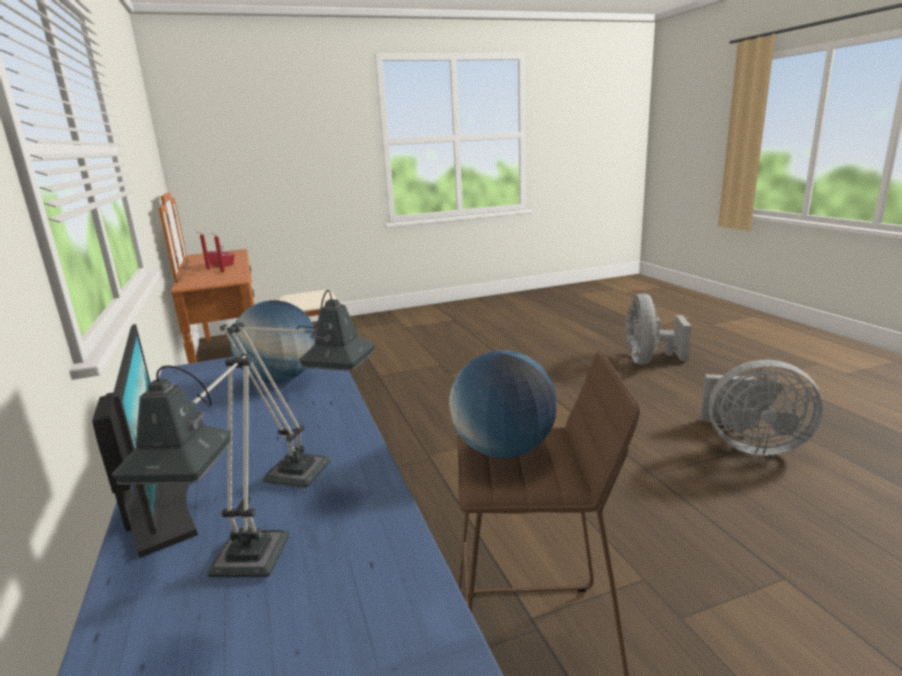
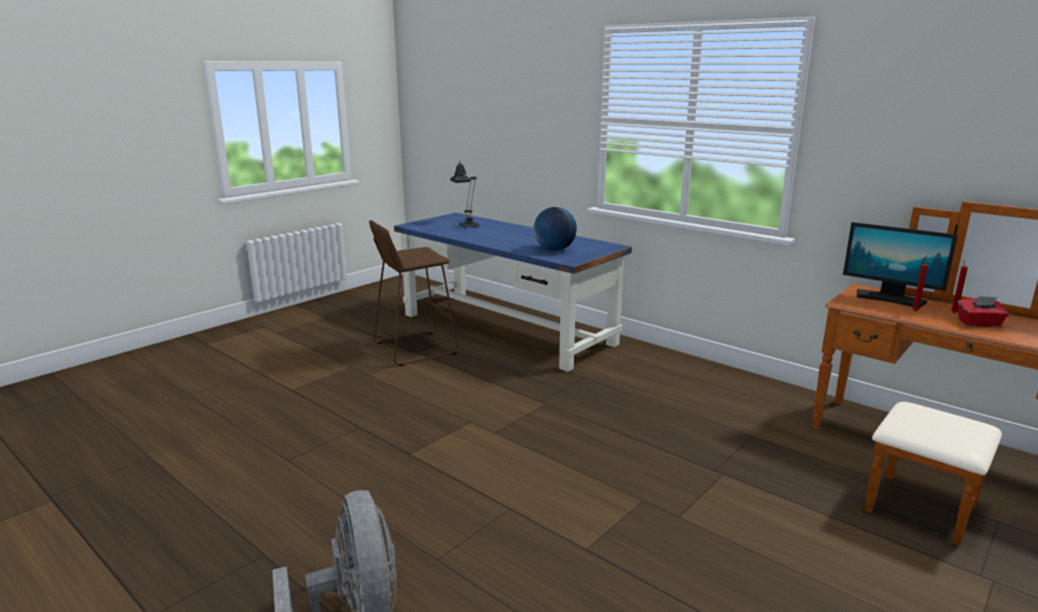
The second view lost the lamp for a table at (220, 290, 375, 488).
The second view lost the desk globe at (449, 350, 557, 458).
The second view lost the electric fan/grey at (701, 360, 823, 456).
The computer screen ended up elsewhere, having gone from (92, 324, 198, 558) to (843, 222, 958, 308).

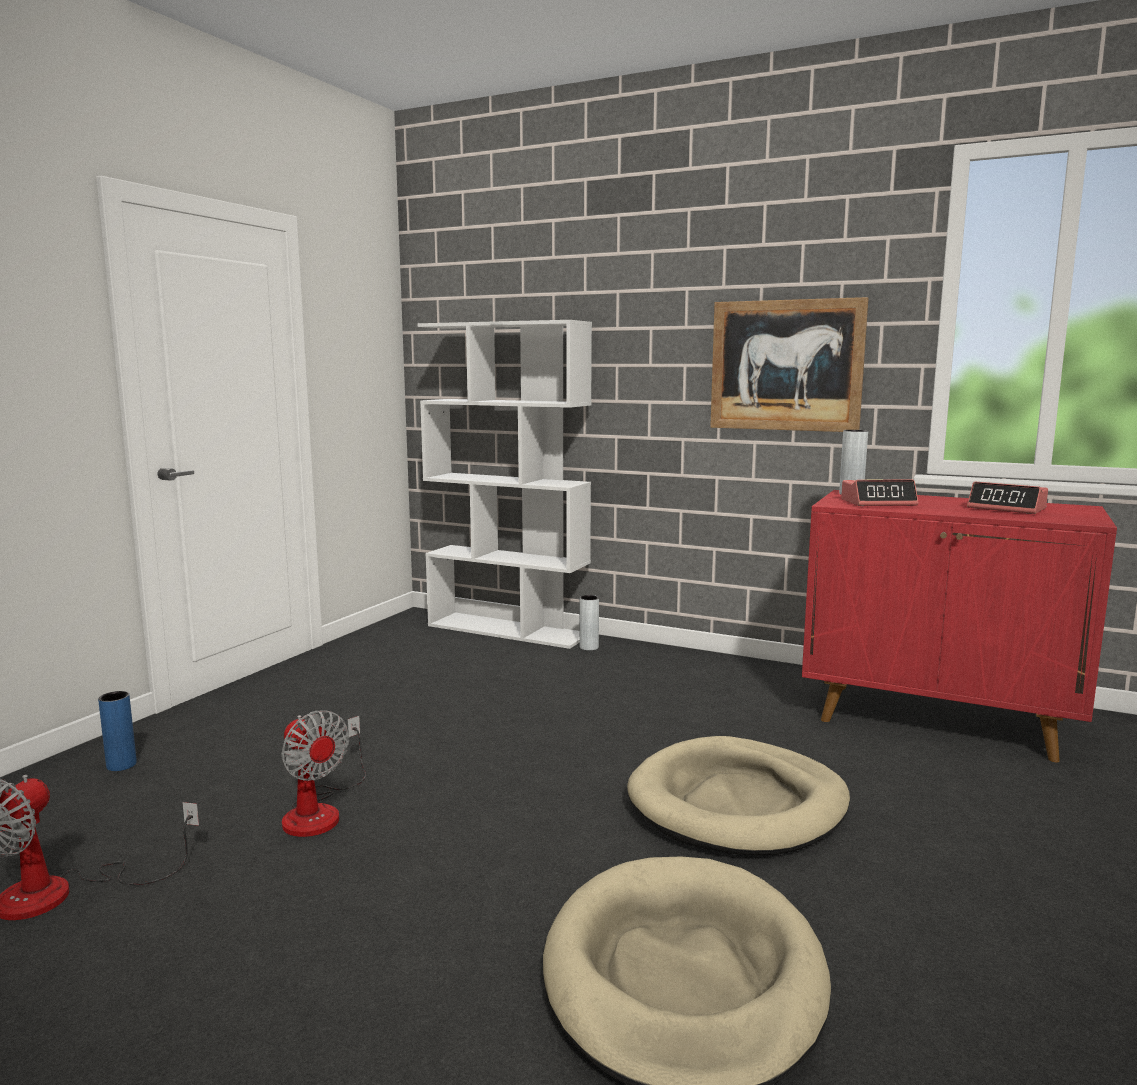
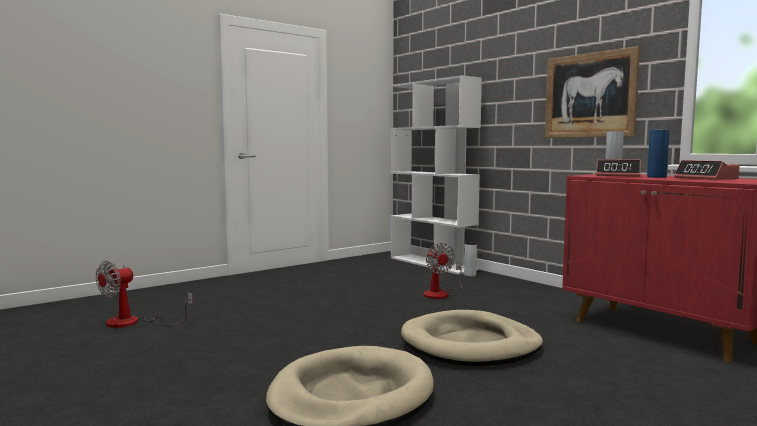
The flower vase/blue ended up elsewhere, having gone from (98, 691, 137, 771) to (647, 129, 670, 178).
The electric fan ended up elsewhere, having gone from (281, 710, 366, 837) to (424, 243, 462, 299).

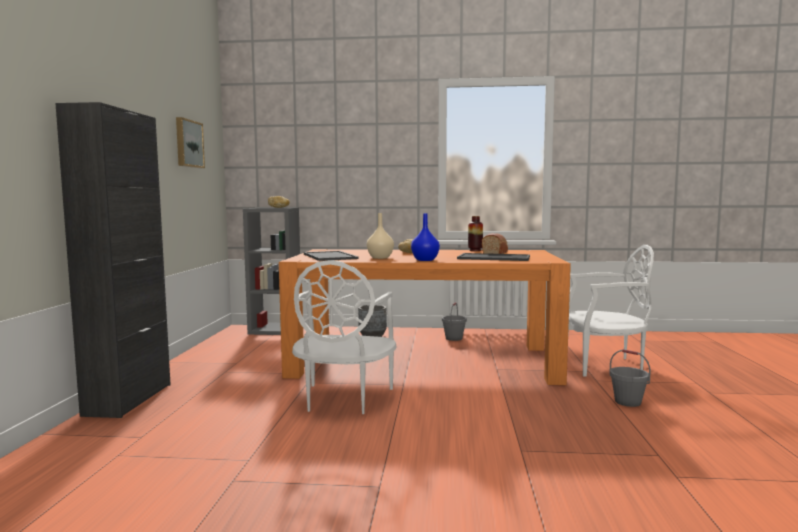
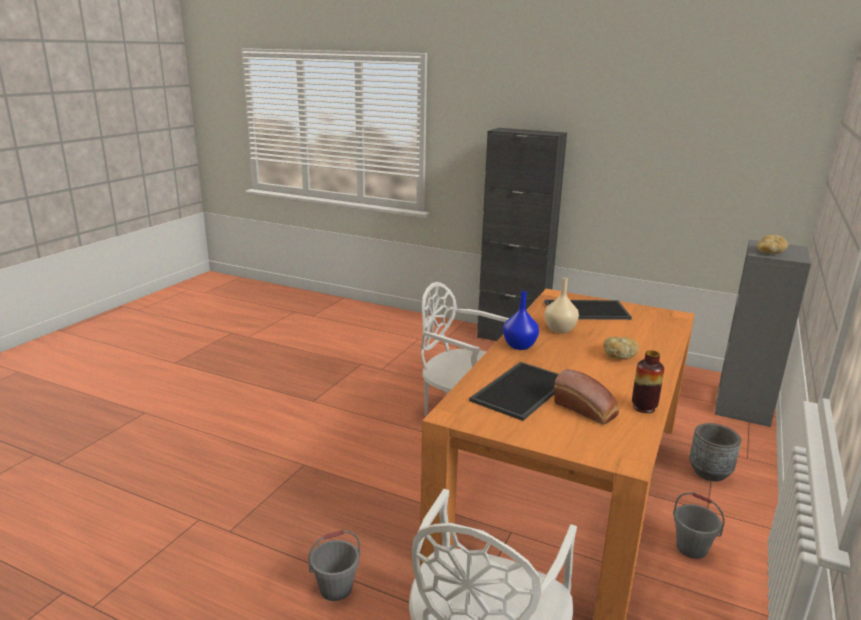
The second view lost the wall picture at (176, 117, 205, 168).

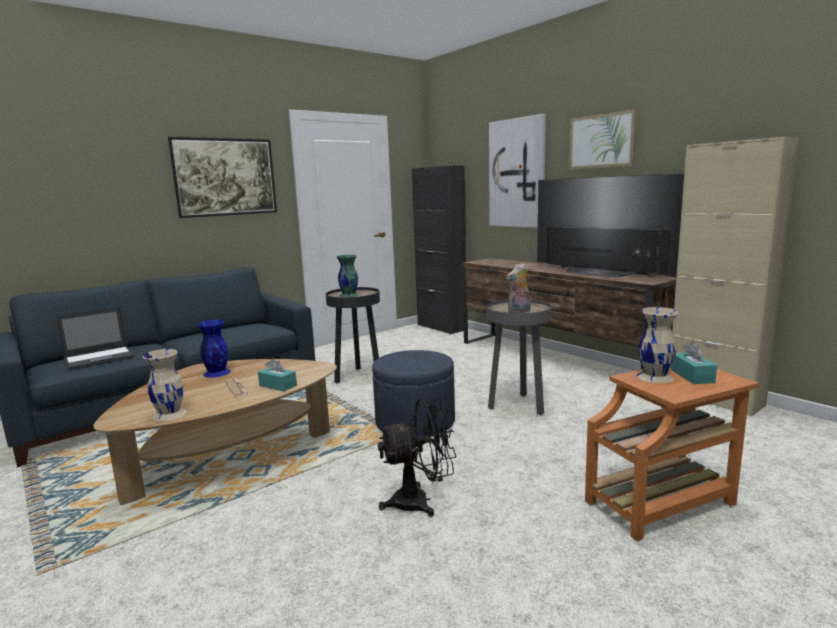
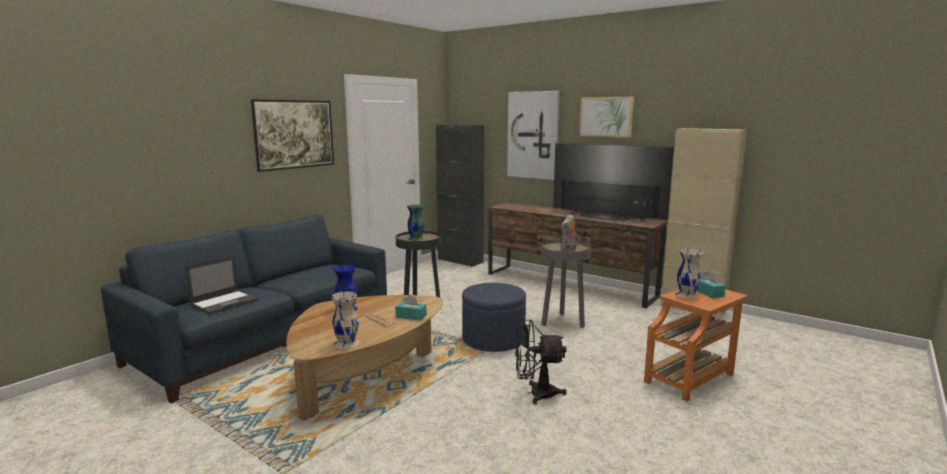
The electric fan/blackish at (378, 397, 456, 517) ended up facing another way, 150 degrees counterclockwise from before.

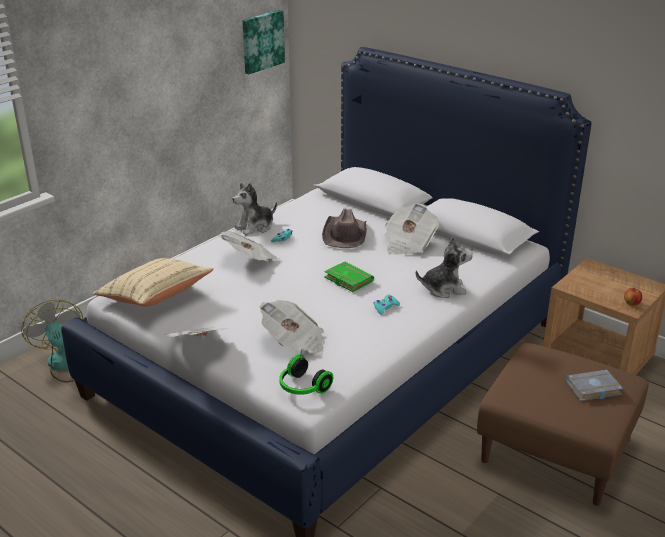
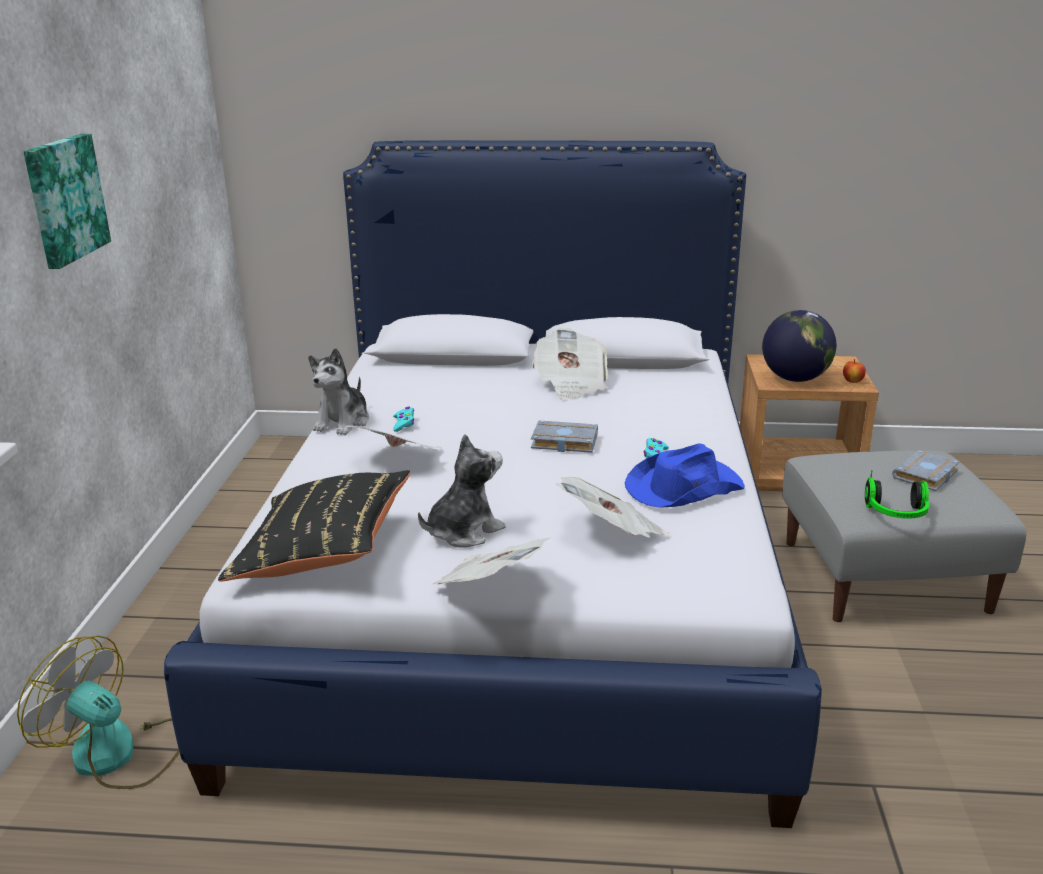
The second view lost the hat/brown-coloured at (322, 209, 367, 248).
The second view gained the hat/blue at (624, 444, 745, 508).
The second view gained the desk globe at (762, 310, 836, 382).
The wall picture ended up elsewhere, having gone from (242, 10, 285, 74) to (23, 134, 111, 269).
The headphones ended up elsewhere, having gone from (279, 350, 333, 395) to (865, 470, 929, 519).
The soft toy ended up elsewhere, having gone from (416, 237, 473, 298) to (418, 434, 505, 547).
What was the pillow/sand-coloured at (93, 258, 214, 306) turned into the pillow/blackish at (218, 470, 410, 581).
What was the volume/green at (324, 262, 374, 292) turned into the volume/grey at (531, 420, 598, 453).
What was the footrest/brown-coloured at (477, 343, 649, 506) turned into the footrest/grey at (782, 450, 1027, 622).

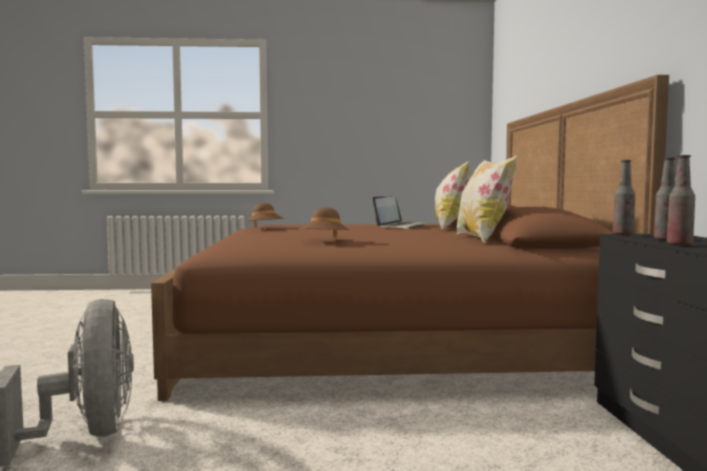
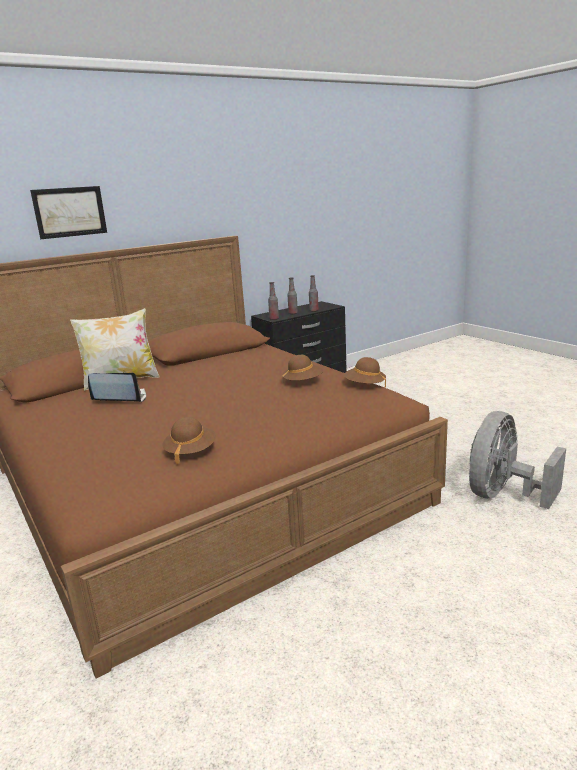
The second view lost the pillow at (457, 155, 517, 243).
The second view gained the wall picture at (30, 186, 107, 239).
The second view gained the hat/brown-coloured at (344, 357, 386, 388).

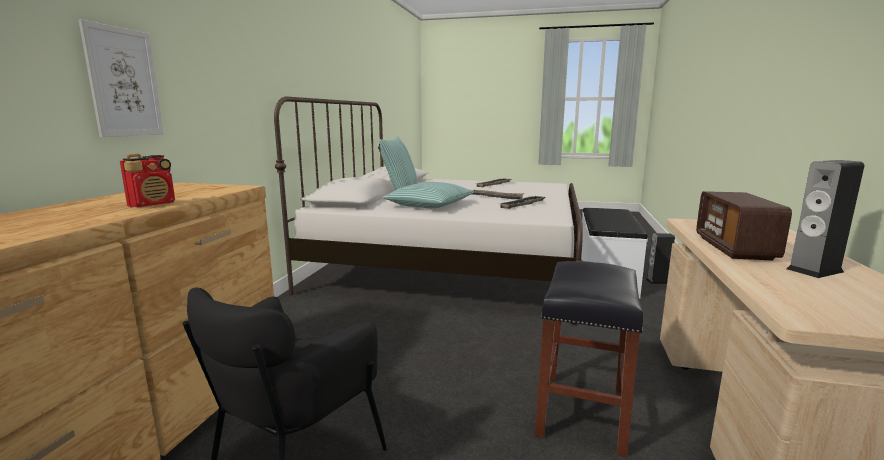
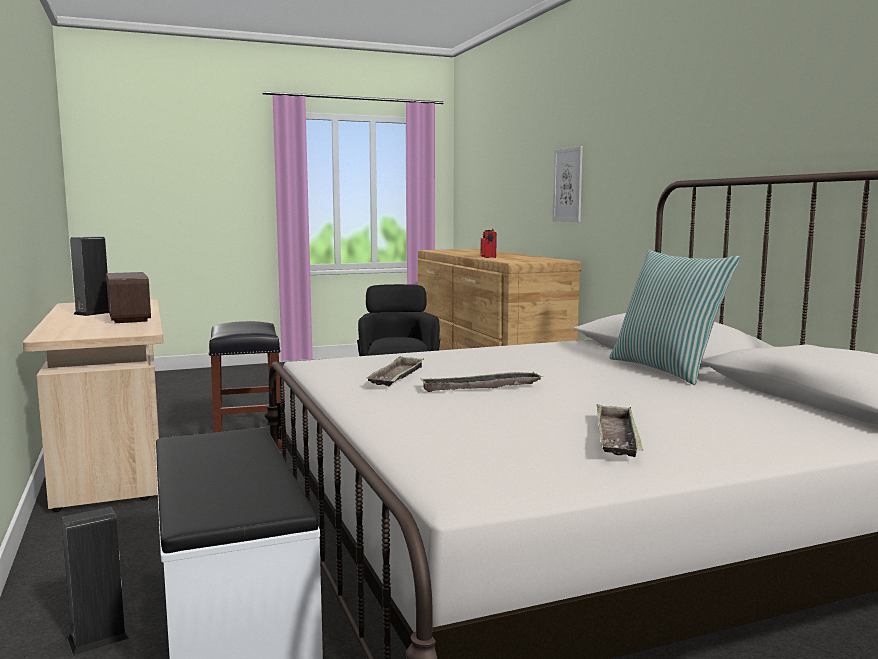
The second view lost the pillow at (382, 182, 474, 209).

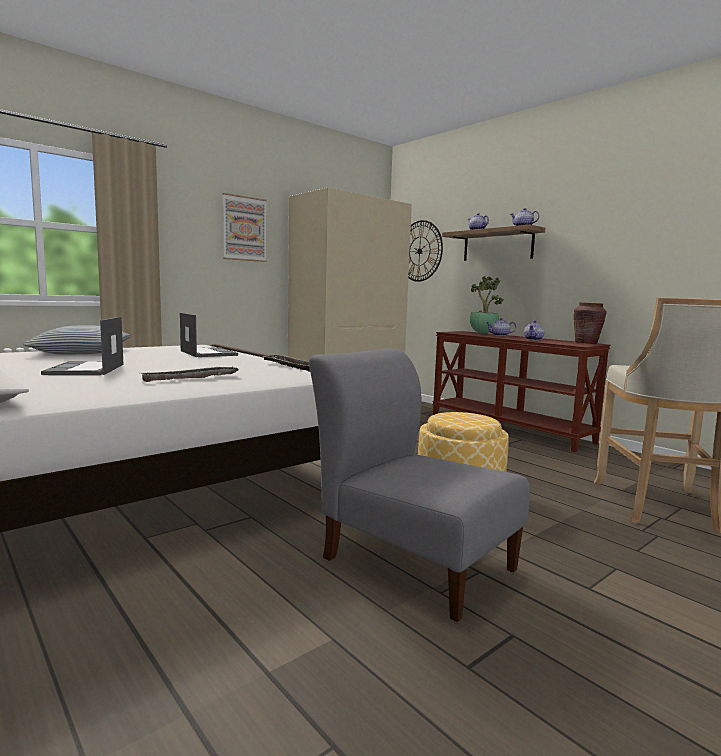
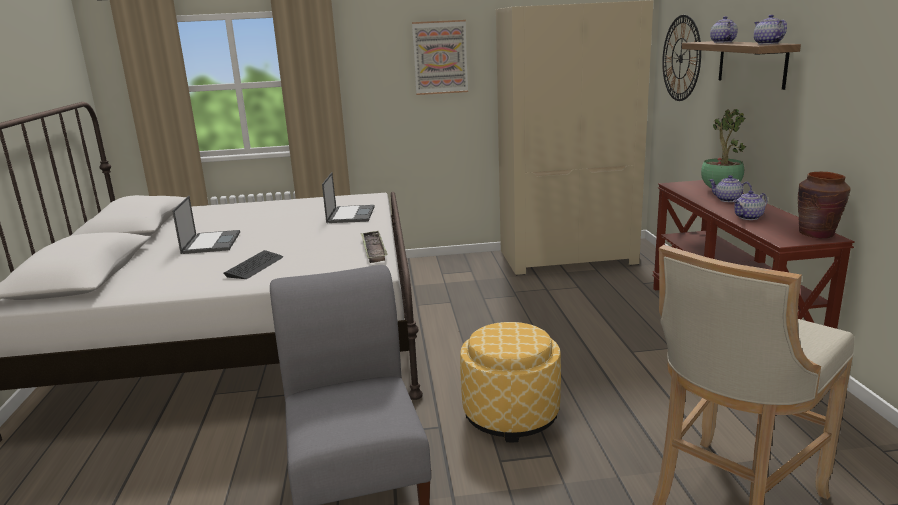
The second view lost the pillow at (23, 326, 131, 354).
Where the tray stood at (140, 366, 239, 382), the keyboard came to stand at (224, 250, 283, 279).
The laptop at (41, 317, 123, 375) ended up facing another way, 150 degrees clockwise from before.

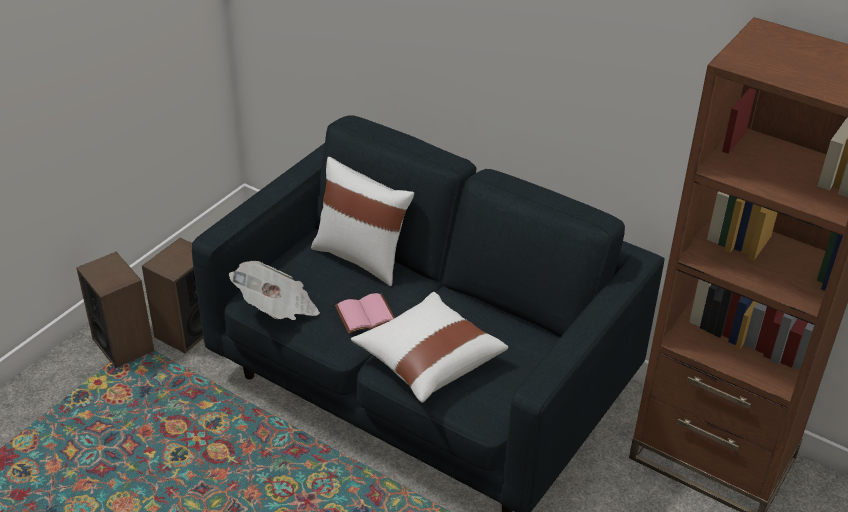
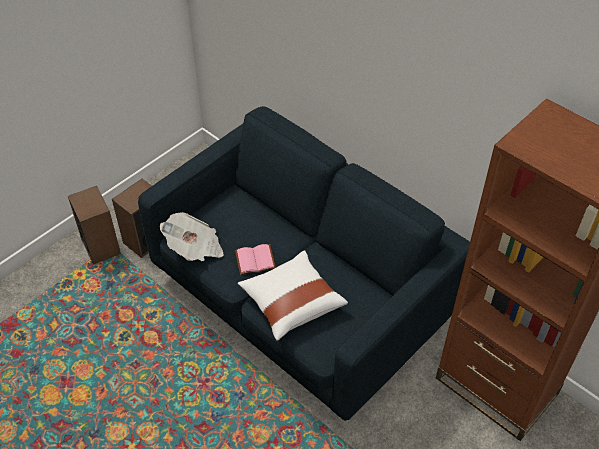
The second view lost the pillow/whitish at (311, 157, 414, 286).

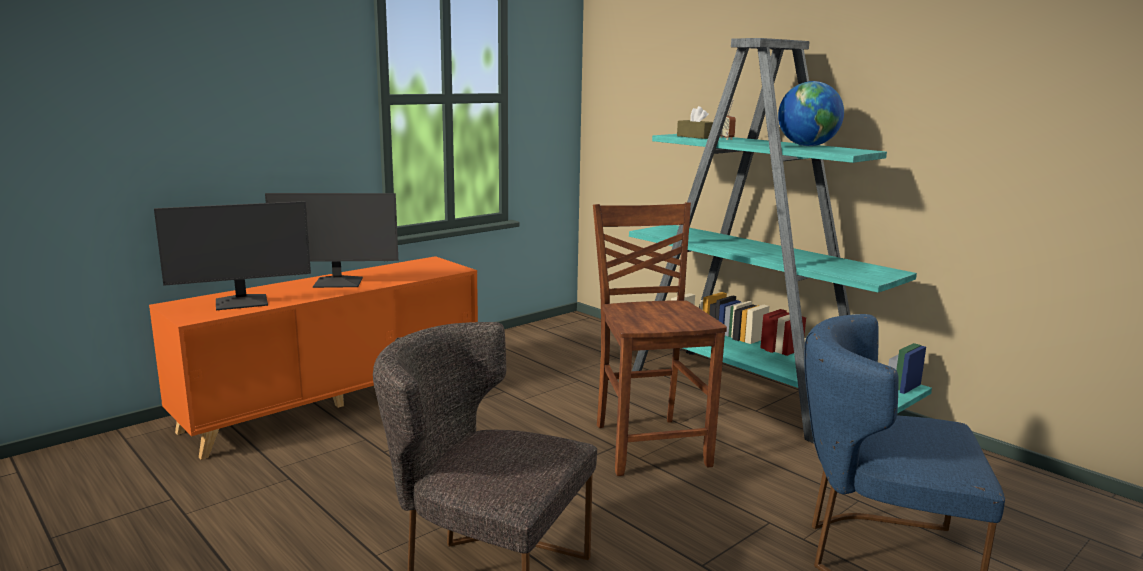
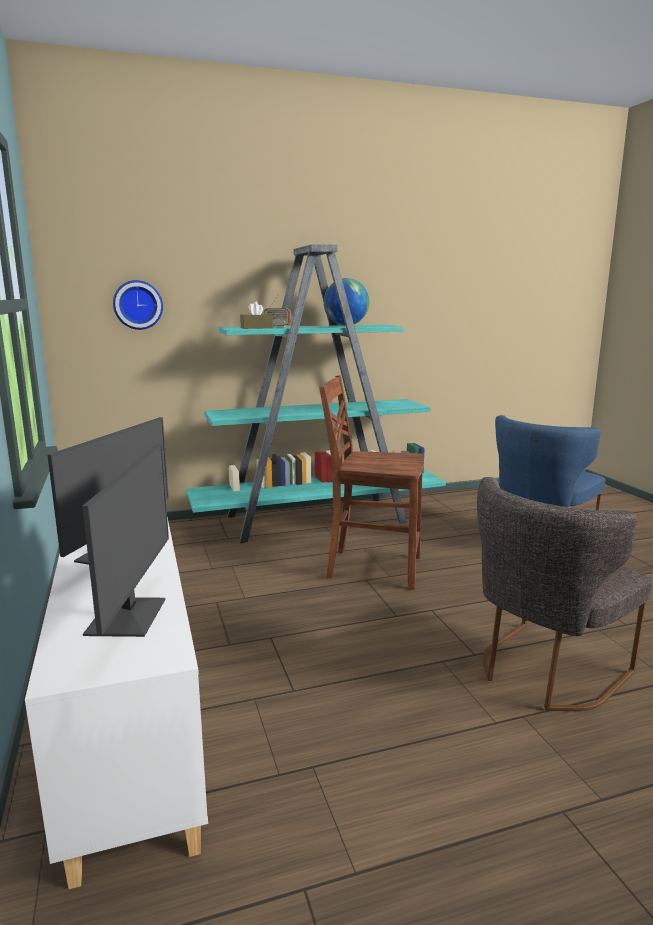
The second view gained the wall clock at (113, 280, 163, 330).
What was the storage cabinet/orangey at (149, 256, 478, 460) turned into the storage cabinet/whitish at (25, 517, 208, 889).

